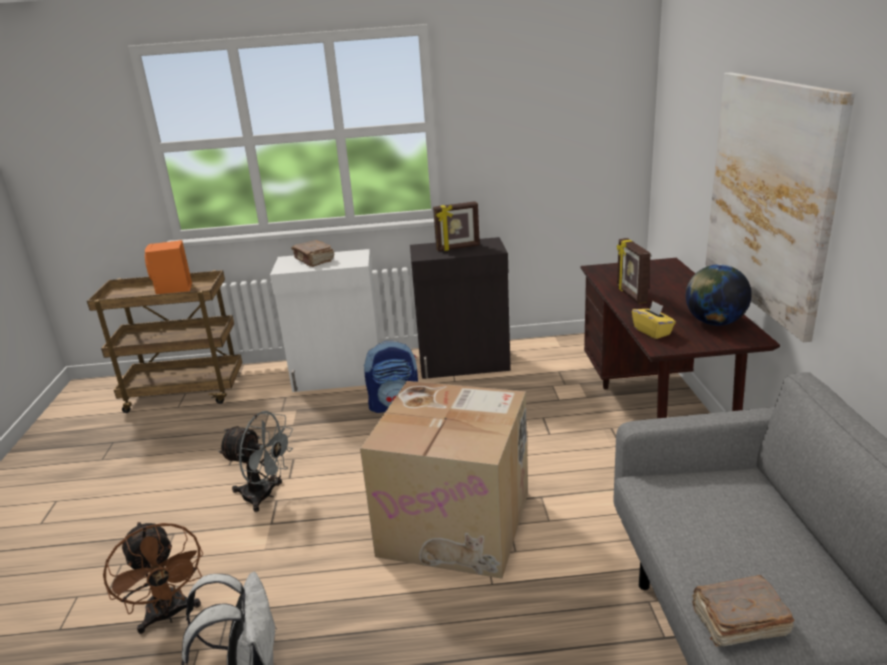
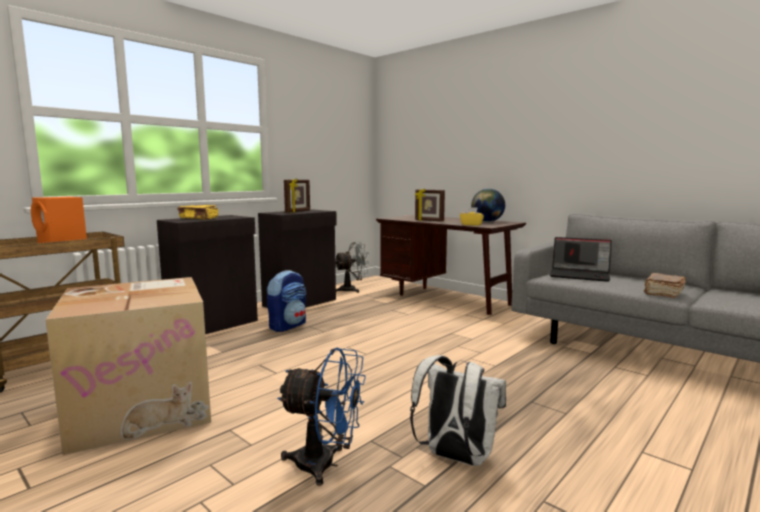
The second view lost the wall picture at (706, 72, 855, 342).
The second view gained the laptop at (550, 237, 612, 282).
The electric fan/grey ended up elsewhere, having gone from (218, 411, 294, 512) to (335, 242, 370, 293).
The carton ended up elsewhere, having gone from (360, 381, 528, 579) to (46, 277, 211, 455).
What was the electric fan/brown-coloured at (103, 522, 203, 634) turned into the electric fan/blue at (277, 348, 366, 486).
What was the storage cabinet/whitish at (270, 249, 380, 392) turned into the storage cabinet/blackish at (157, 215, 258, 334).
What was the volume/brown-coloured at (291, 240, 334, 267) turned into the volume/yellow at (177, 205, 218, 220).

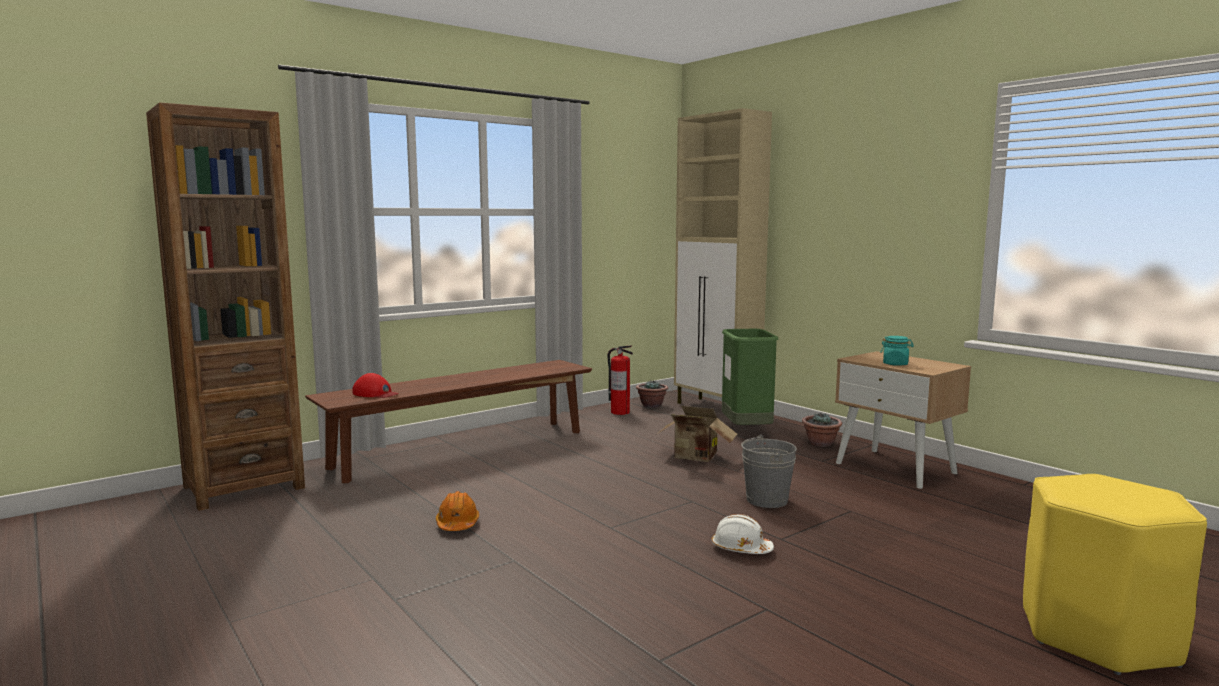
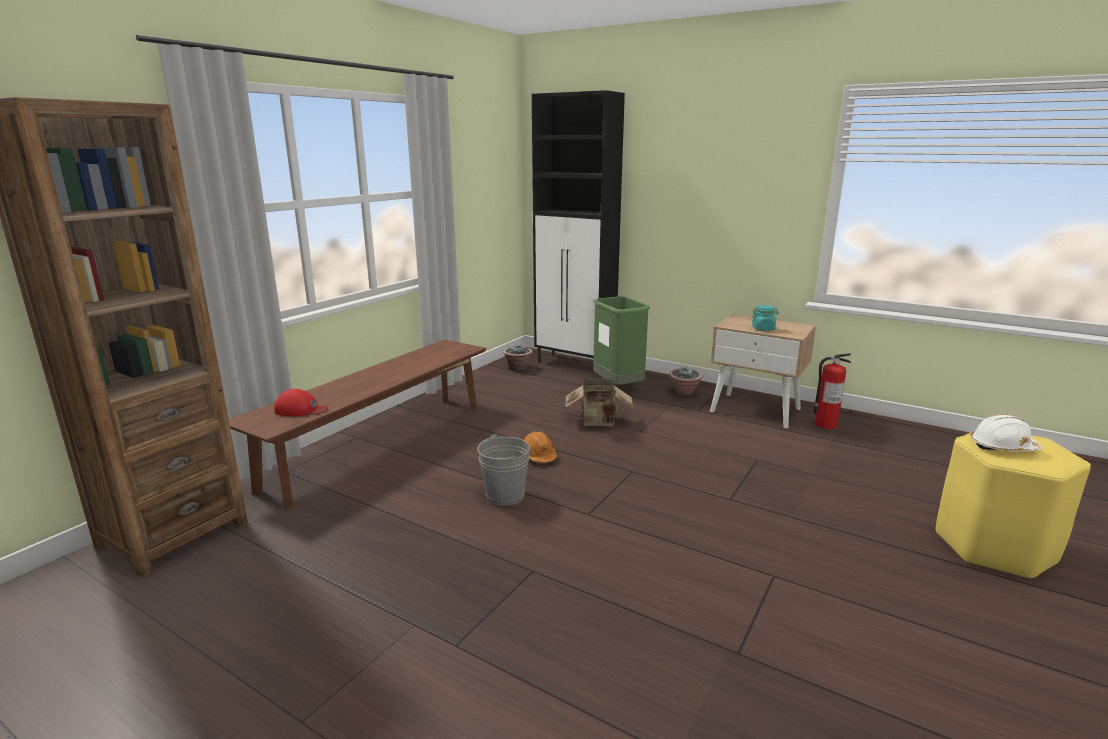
The work helmet/orangey ended up elsewhere, having gone from (436, 491, 479, 531) to (524, 431, 557, 463).
The fire extinguisher ended up elsewhere, having gone from (607, 345, 633, 415) to (814, 353, 851, 429).
The work helmet/whitish ended up elsewhere, having gone from (711, 514, 774, 554) to (970, 414, 1041, 452).
The bucket/grey ended up elsewhere, having gone from (741, 435, 797, 508) to (477, 434, 530, 506).
What was the storage cabinet/sand-coloured at (674, 108, 772, 404) turned into the storage cabinet/blackish at (532, 90, 625, 375).

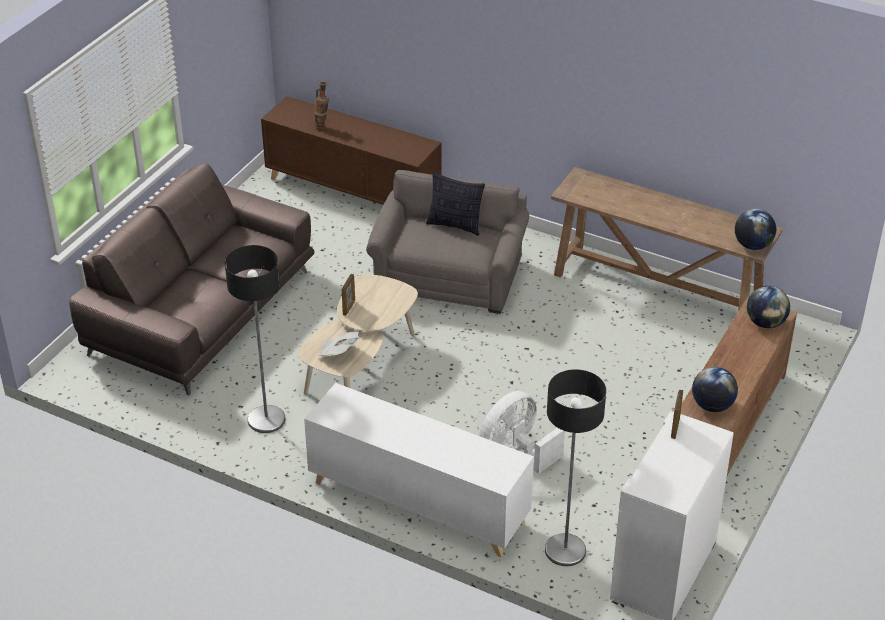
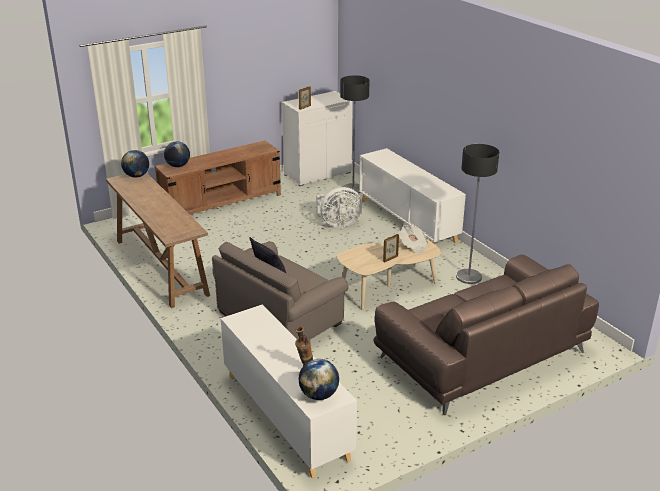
The desk globe ended up elsewhere, having gone from (692, 367, 738, 412) to (299, 359, 339, 400).
What was the storage cabinet/brown-coloured at (261, 96, 441, 205) turned into the storage cabinet/whitish at (221, 304, 357, 478).

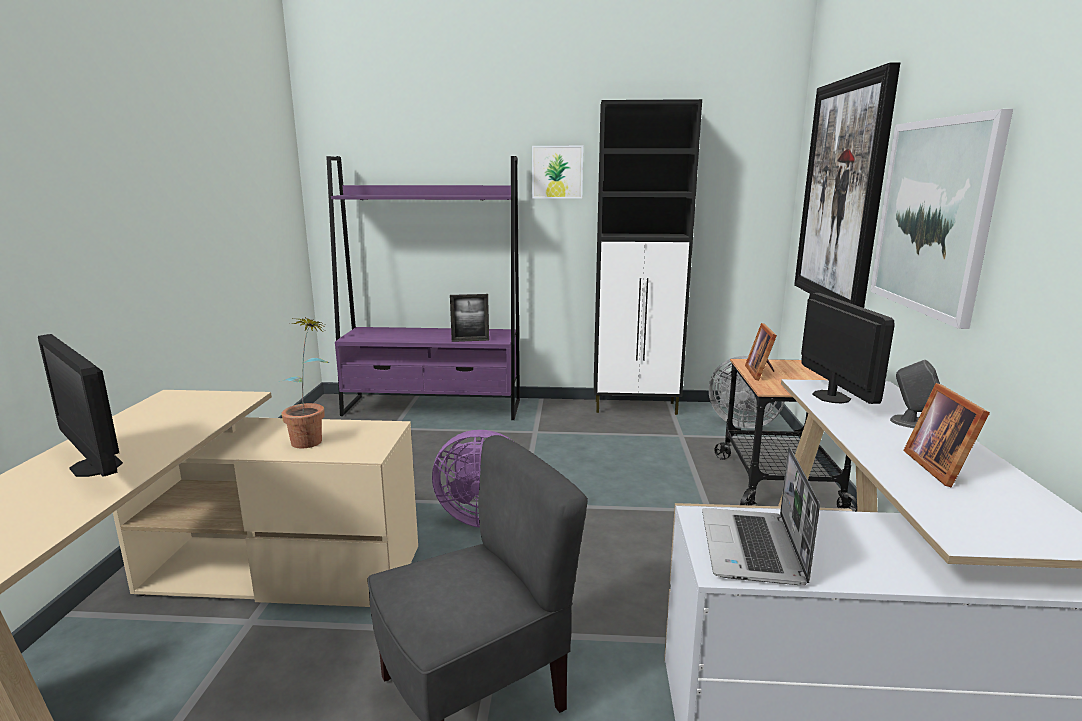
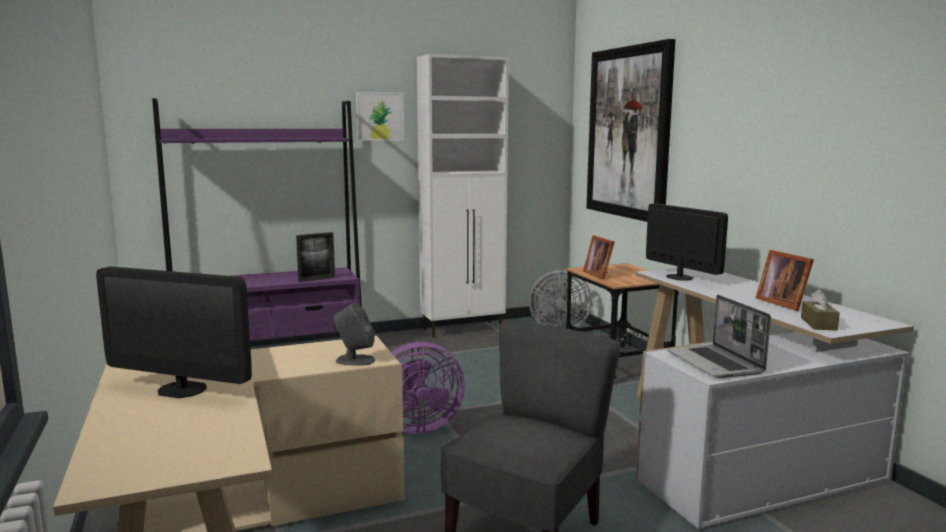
The second view lost the potted plant at (279, 317, 329, 448).
The second view lost the wall picture at (870, 109, 1013, 329).
The second view gained the tissue box/brown-coloured at (801, 289, 840, 330).
The loudspeaker/grey ended up elsewhere, having gone from (890, 360, 940, 428) to (333, 303, 375, 366).
What was the storage cabinet/blackish at (594, 99, 702, 415) turned into the storage cabinet/whitish at (417, 54, 509, 338).

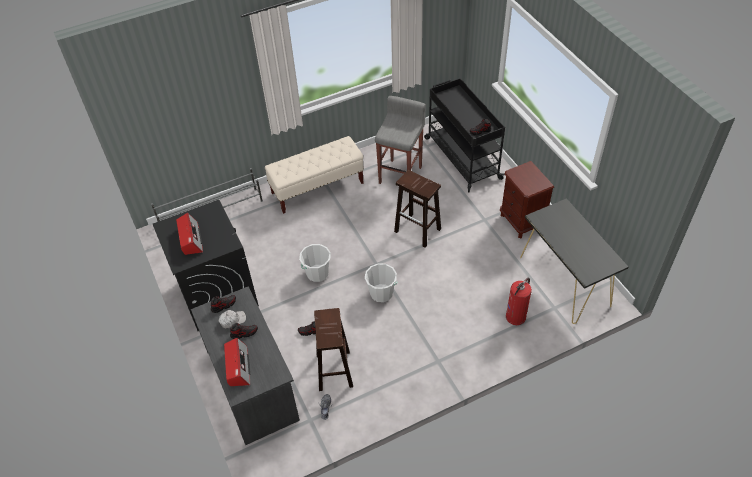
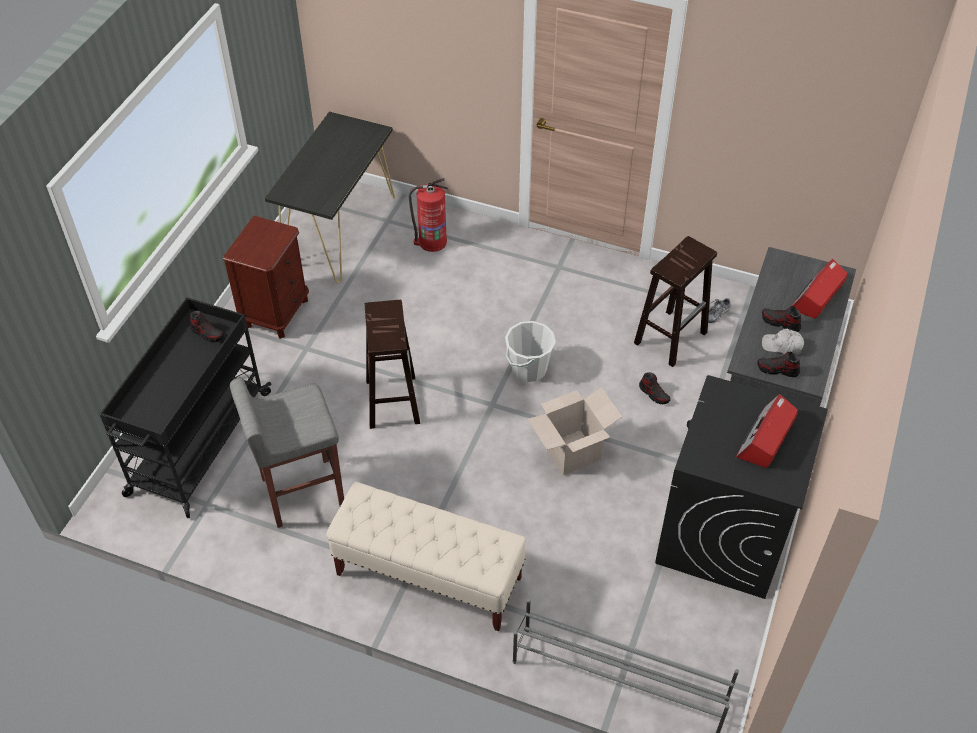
Where the bucket/whitish stood at (299, 244, 331, 282), the carton came to stand at (528, 387, 622, 475).

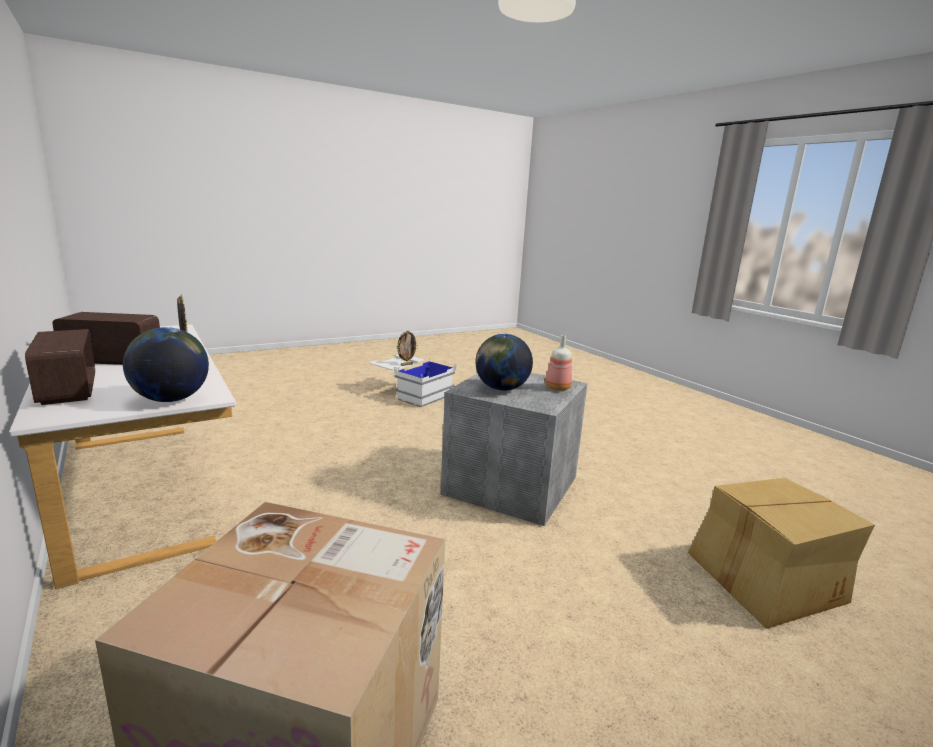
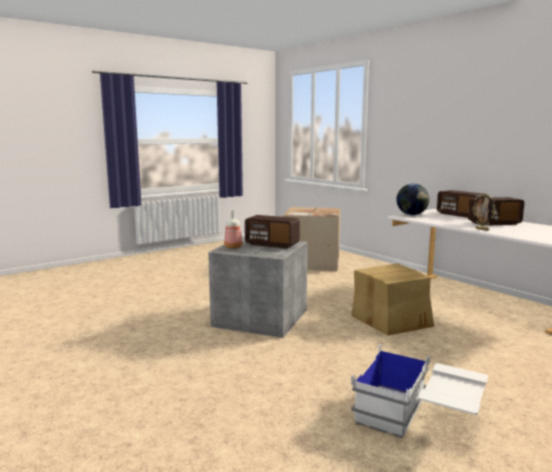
The second view lost the standing frame at (396, 330, 418, 366).
The carton ended up elsewhere, having gone from (688, 478, 875, 629) to (351, 263, 434, 336).
Where the desk globe stood at (475, 334, 533, 391), the radio set came to stand at (245, 215, 300, 249).

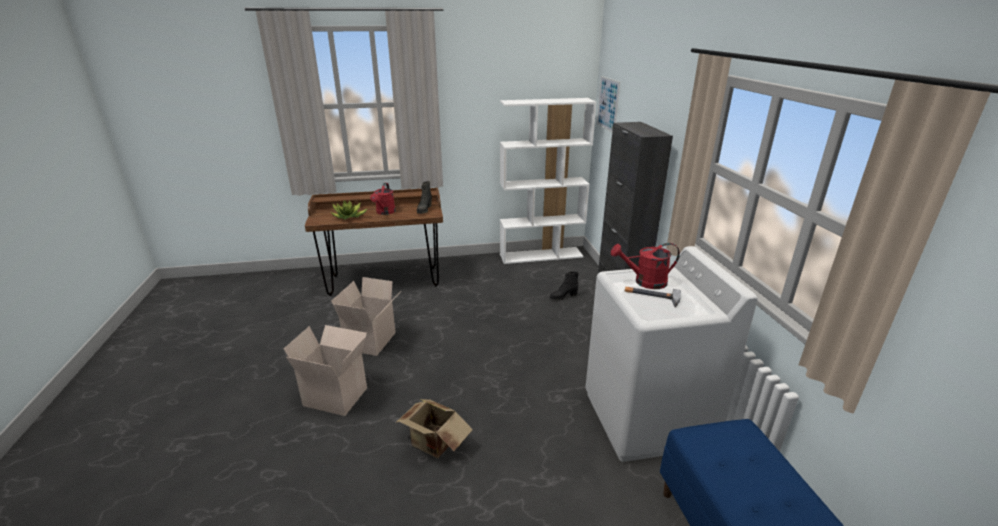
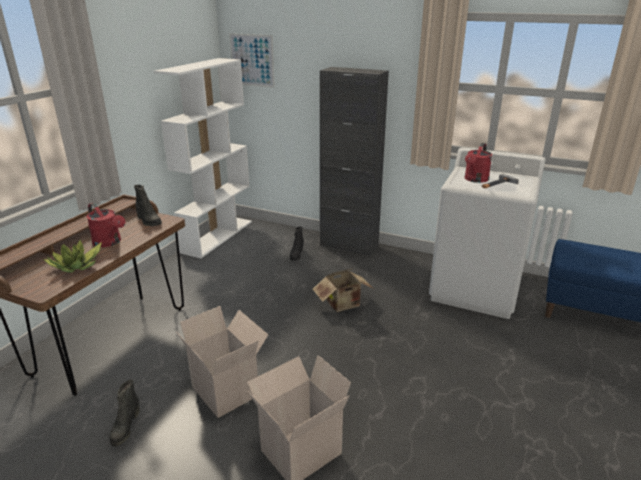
The second view gained the boot/blackish at (110, 380, 140, 446).
The carton ended up elsewhere, having gone from (396, 399, 473, 459) to (313, 268, 374, 312).

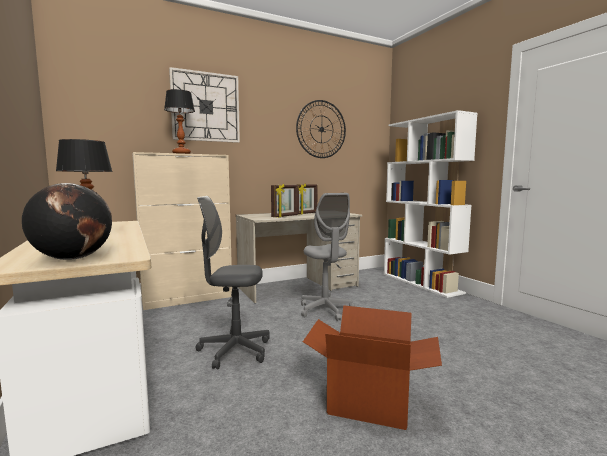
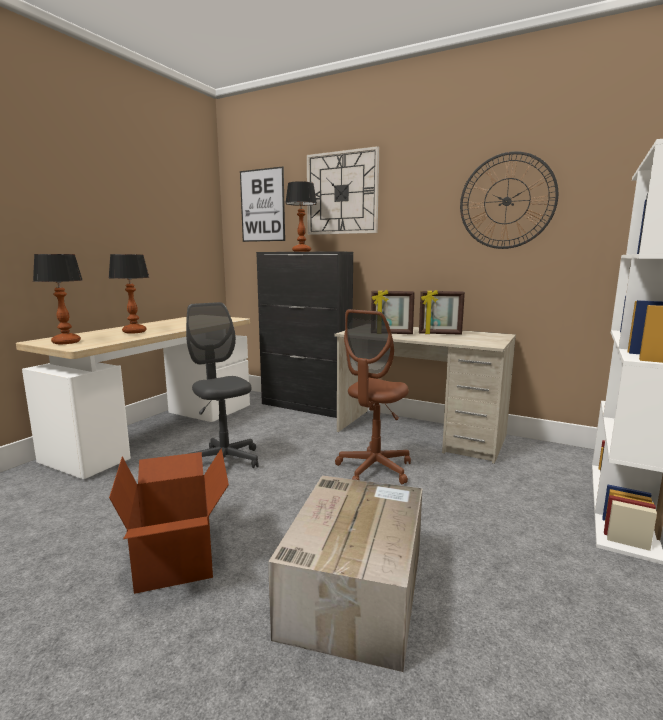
The second view gained the wall picture at (240, 167, 285, 242).
The second view gained the carton at (268, 475, 422, 672).
Where the desk globe stood at (22, 183, 112, 260), the lamp for a table came to stand at (33, 254, 82, 344).
What was the storage cabinet/sand-coloured at (132, 152, 232, 310) turned into the storage cabinet/blackish at (256, 251, 353, 418).
What was the desk chair/grey at (301, 193, 355, 321) turned into the desk chair/brown-coloured at (335, 309, 411, 484).

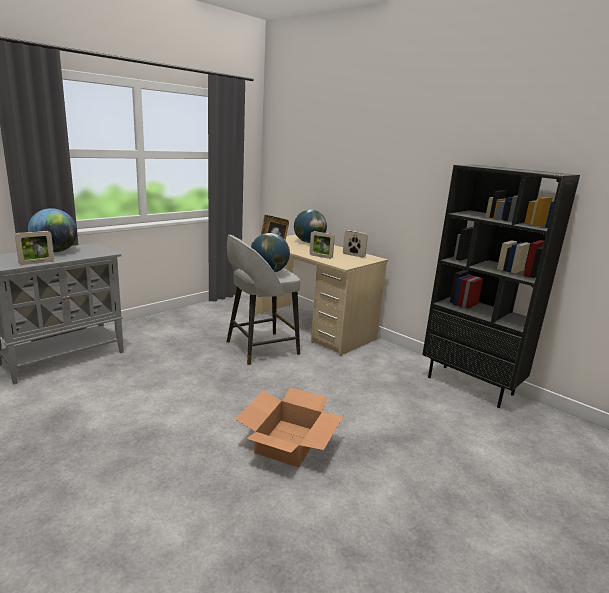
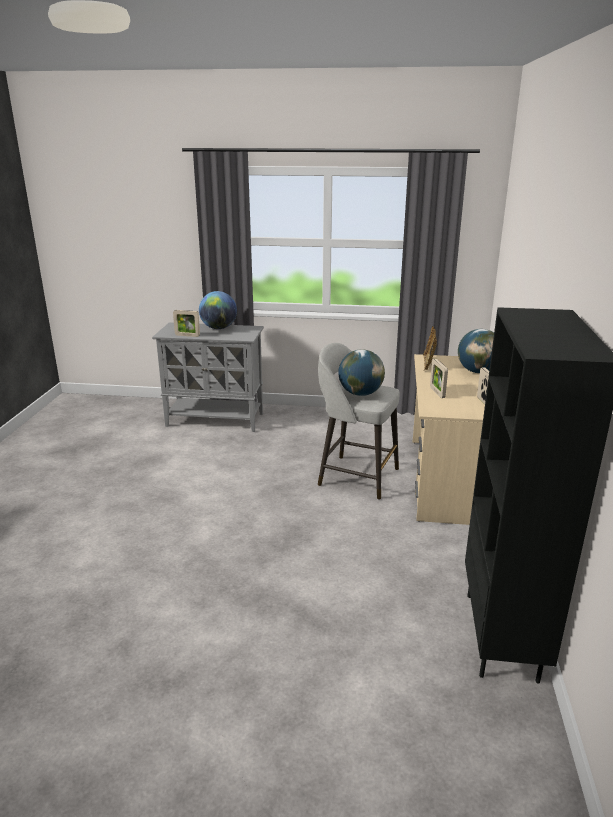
The second view lost the carton at (235, 387, 343, 467).

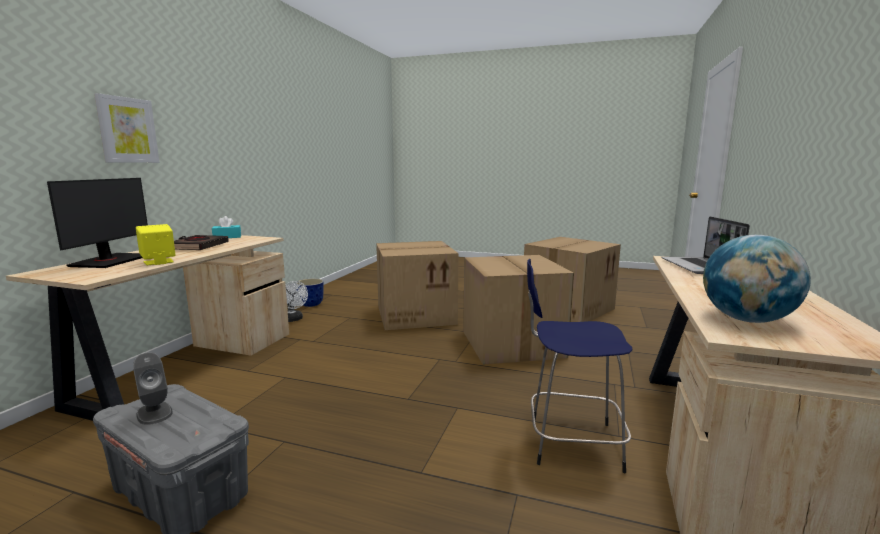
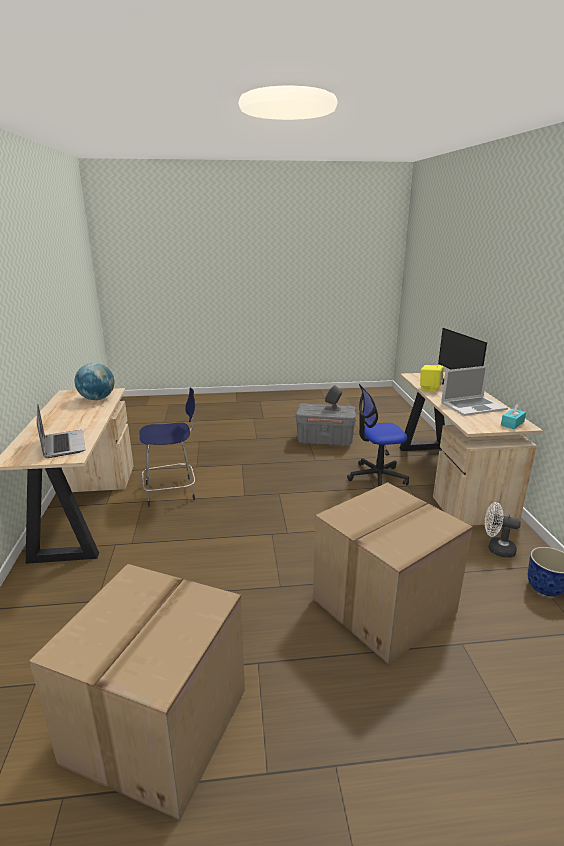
The second view lost the wall picture at (94, 93, 159, 163).
The second view lost the carton at (463, 255, 574, 365).
The second view gained the desk chair at (347, 384, 409, 487).
Where the volume/blackish stood at (174, 235, 229, 250), the laptop came to stand at (441, 366, 508, 416).

